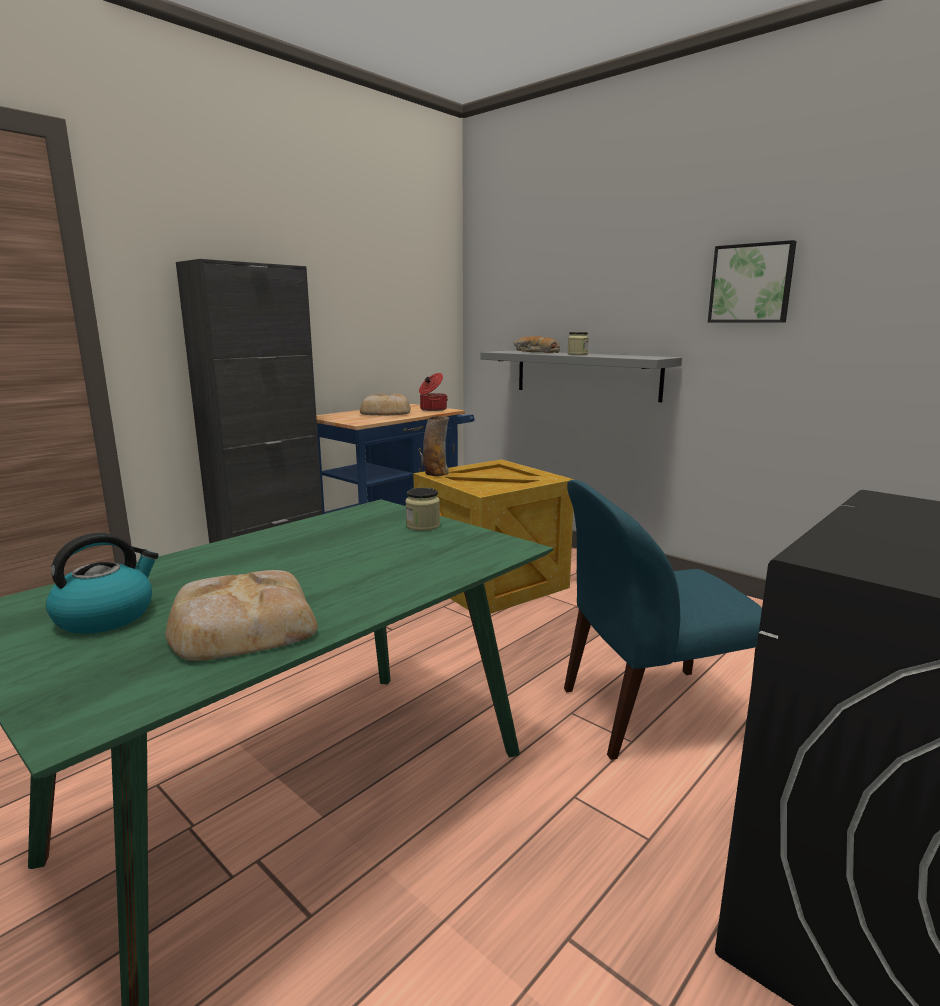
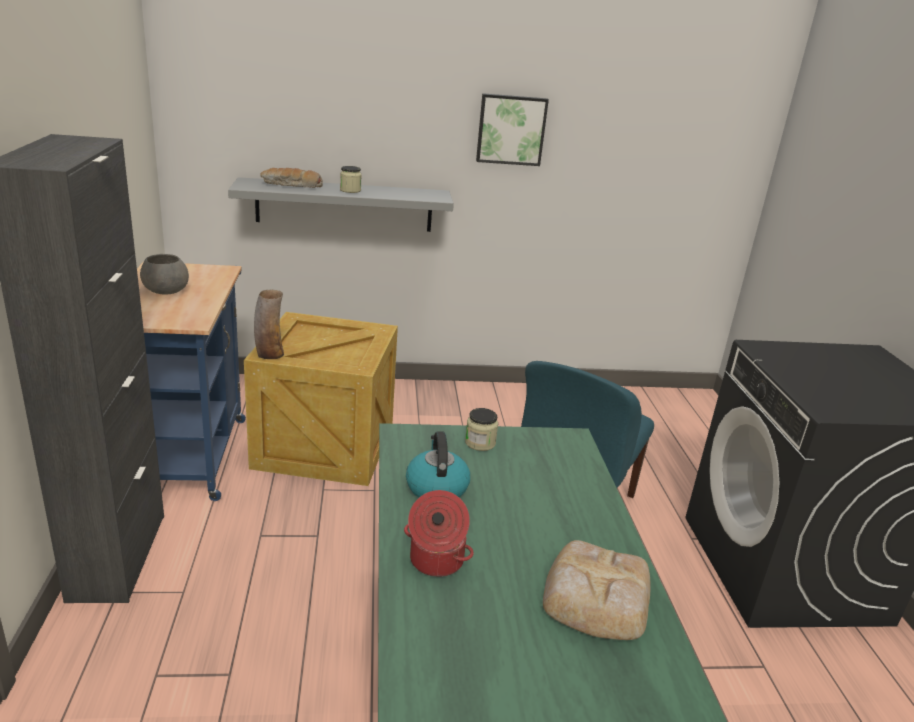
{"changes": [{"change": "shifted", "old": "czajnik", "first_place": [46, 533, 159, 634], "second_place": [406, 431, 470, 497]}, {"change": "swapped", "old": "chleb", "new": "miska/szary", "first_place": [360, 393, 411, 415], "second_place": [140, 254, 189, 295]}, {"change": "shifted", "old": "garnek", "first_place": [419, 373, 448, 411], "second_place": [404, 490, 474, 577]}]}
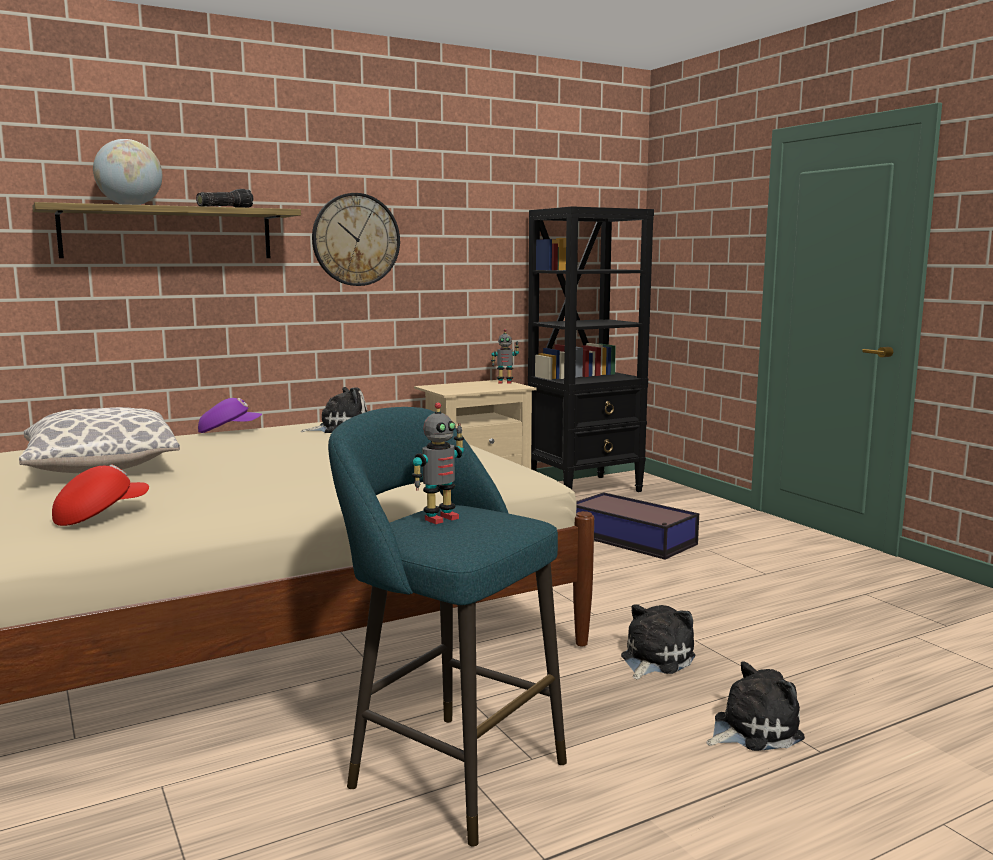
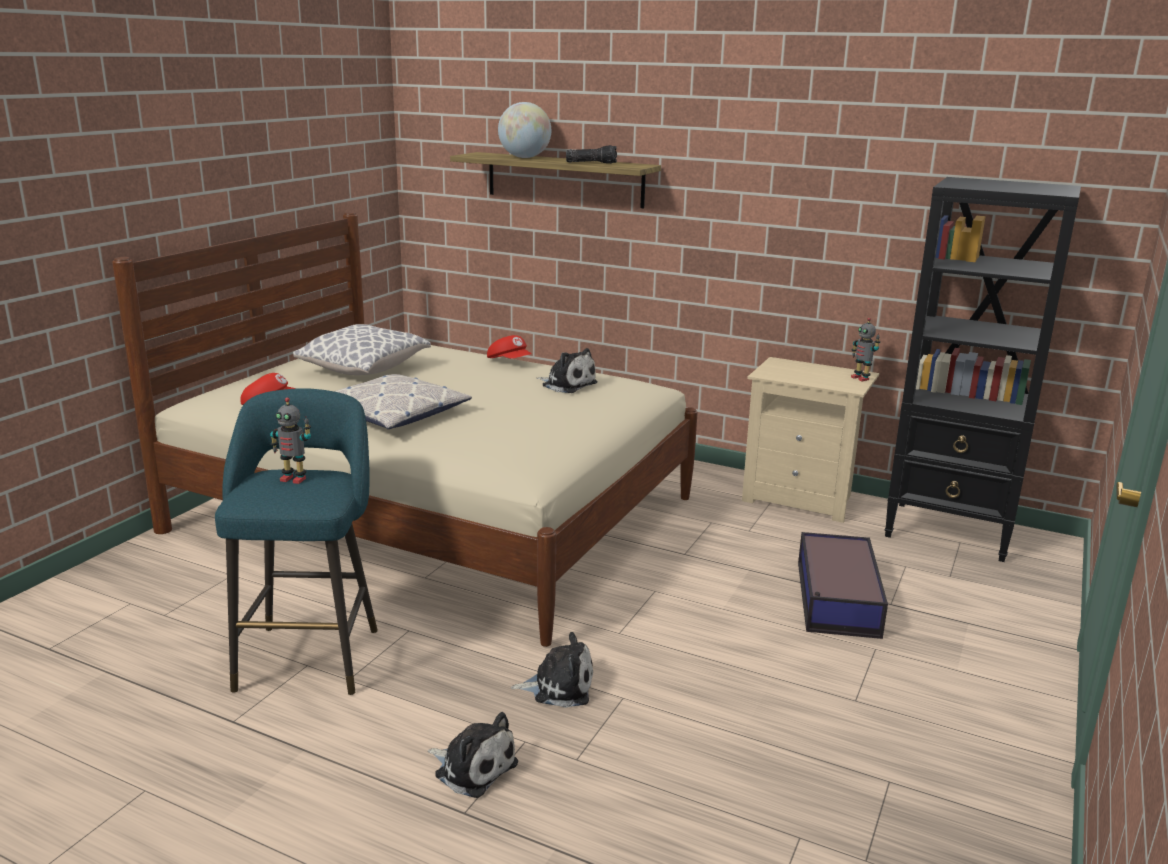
{"changes": [{"change": "repainted", "old": "czapka z daszkiem/fioletowy", "new": "czapka z daszkiem/czerwony", "first_place": [198, 398, 262, 433], "second_place": [487, 335, 532, 359]}, {"change": "gone", "old": "zegar ścienny", "first_place": [312, 193, 400, 286]}, {"change": "new", "new": "poduszka", "second_place": [334, 374, 472, 429]}]}
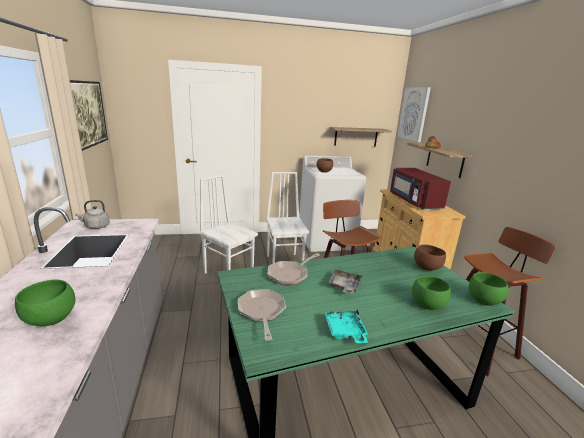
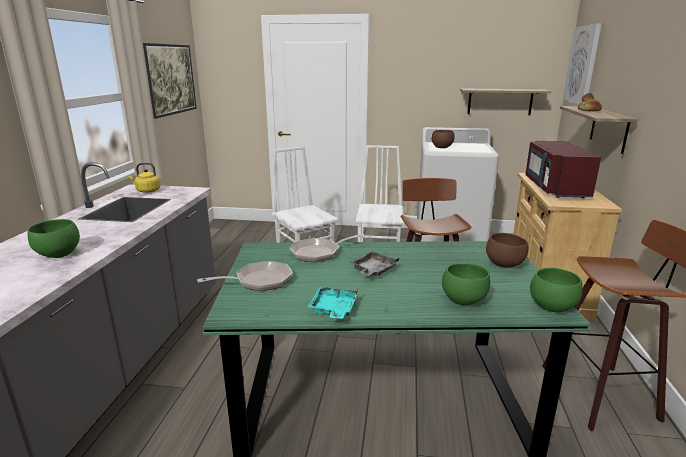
{"changes": [{"change": "repainted", "old": "czajnik/szary", "new": "czajnik/żółty", "first_place": [75, 200, 110, 229], "second_place": [128, 163, 161, 193]}, {"change": "rotated", "old": "patelnia", "first_place": [238, 289, 286, 341], "second_place": [197, 261, 293, 291], "degrees": 60}]}
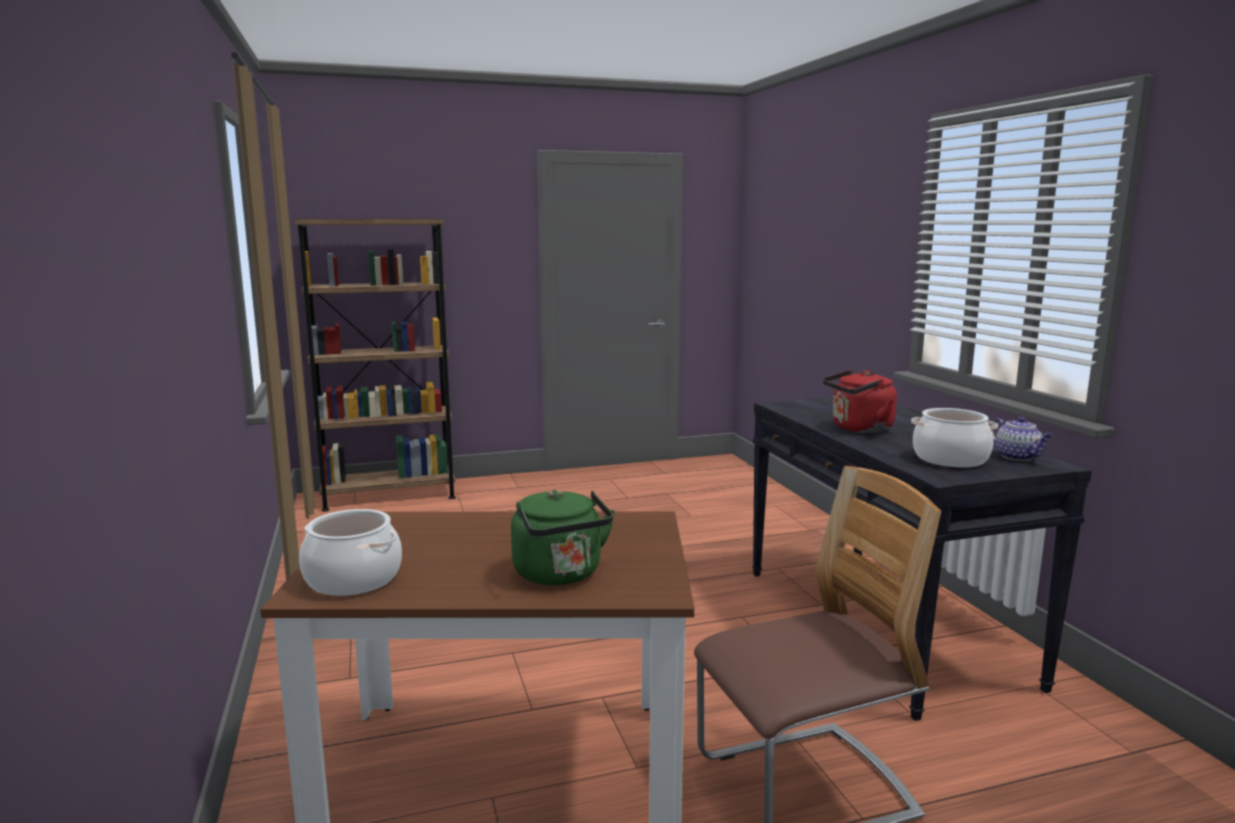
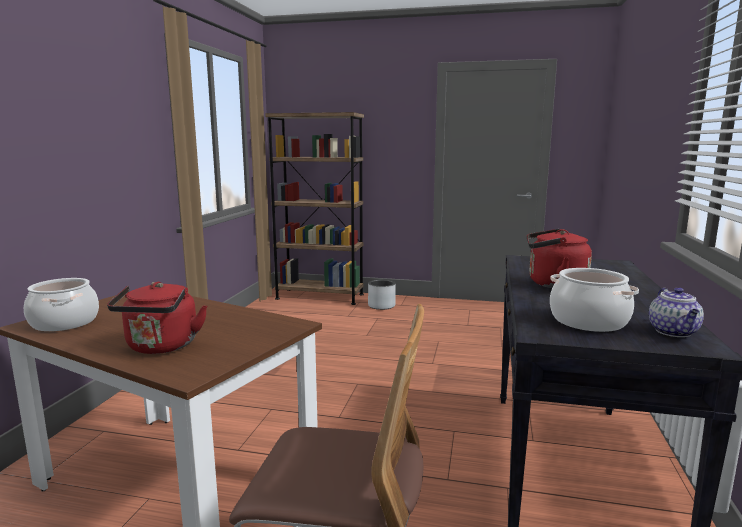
{"changes": [{"change": "repainted", "old": "czajnik/zielony", "new": "czajnik/czerwony", "first_place": [511, 490, 615, 586], "second_place": [107, 282, 207, 354]}, {"change": "new", "new": "donica/szary", "second_place": [368, 279, 395, 310]}]}
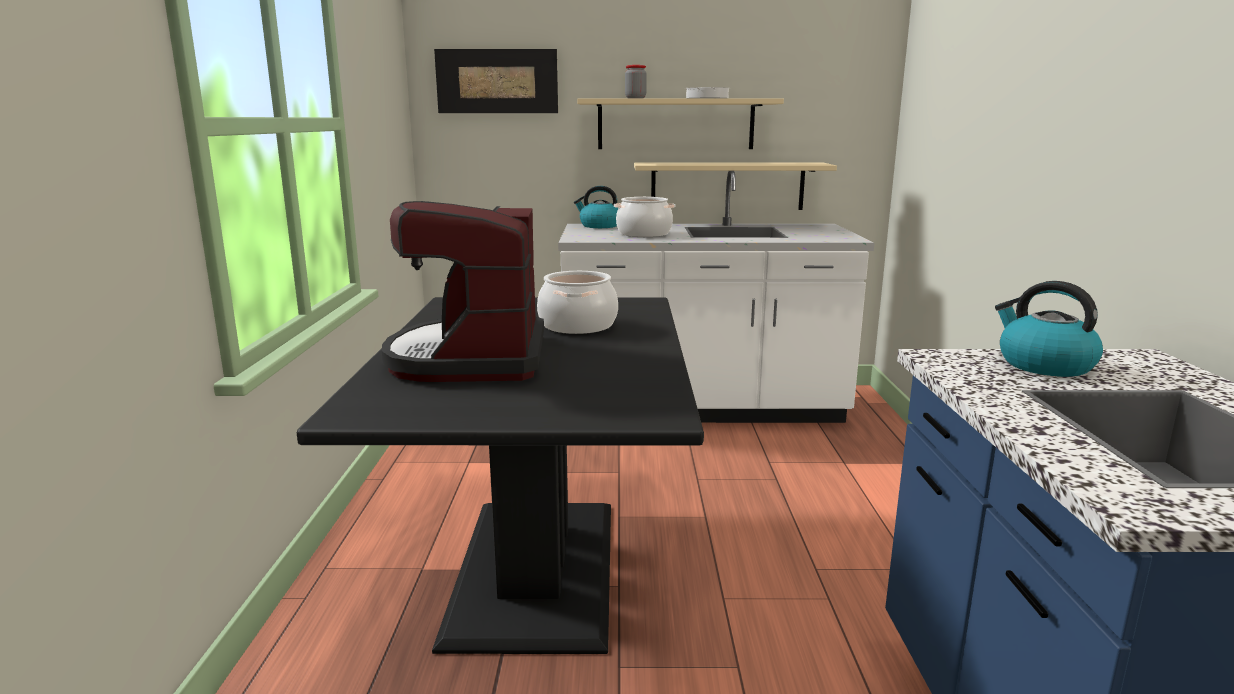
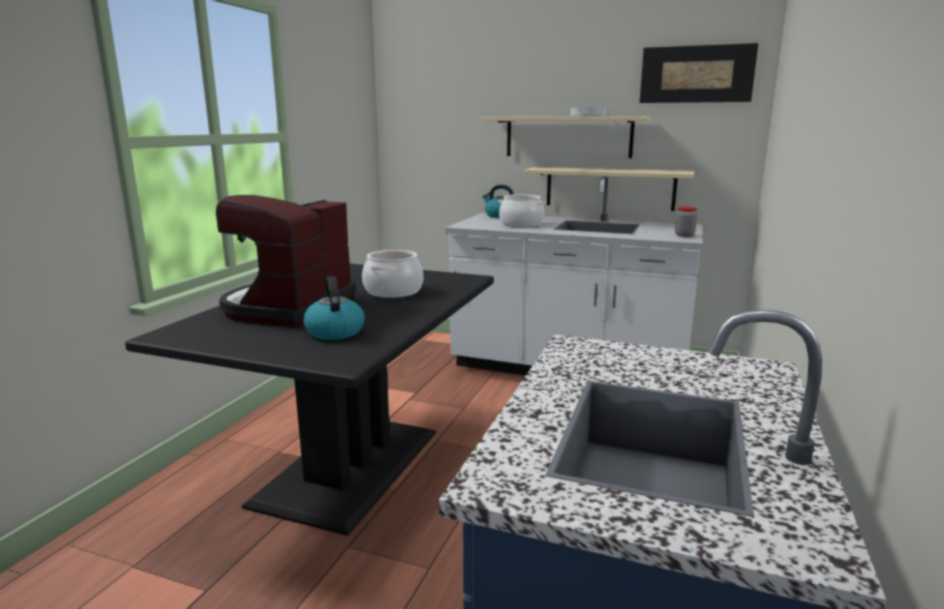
{"changes": [{"change": "shifted", "old": "obraz", "first_place": [434, 49, 558, 113], "second_place": [640, 43, 759, 103]}, {"change": "shifted", "old": "słoik", "first_place": [625, 65, 647, 98], "second_place": [675, 207, 697, 237]}, {"change": "shifted", "old": "czajnik", "first_place": [995, 281, 1103, 377], "second_place": [303, 276, 364, 340]}]}
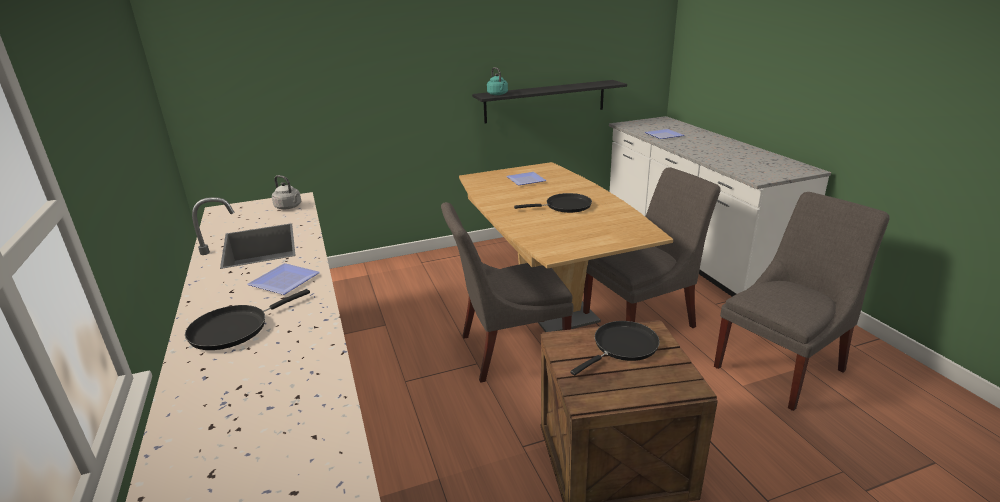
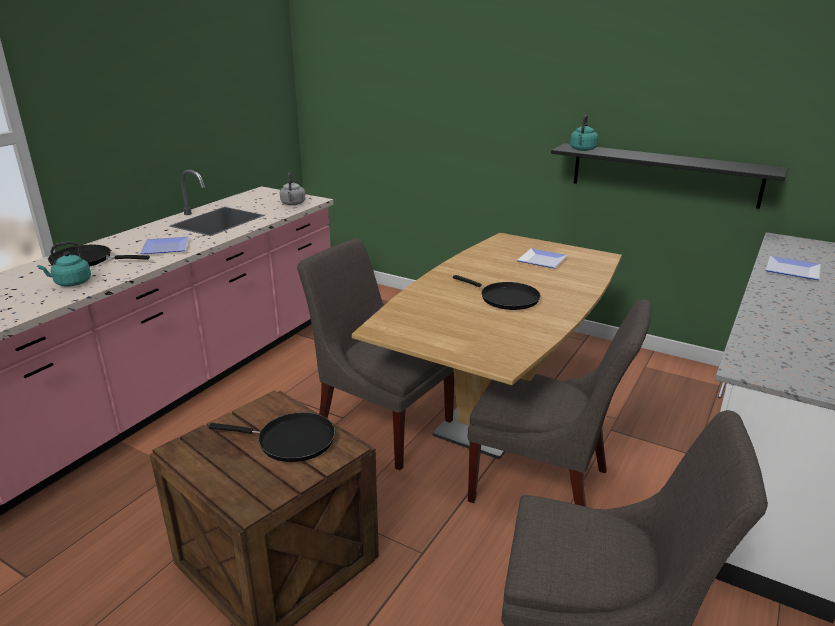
{"changes": [{"change": "new", "new": "czajnik/turkusowy", "second_place": [38, 241, 91, 287]}]}
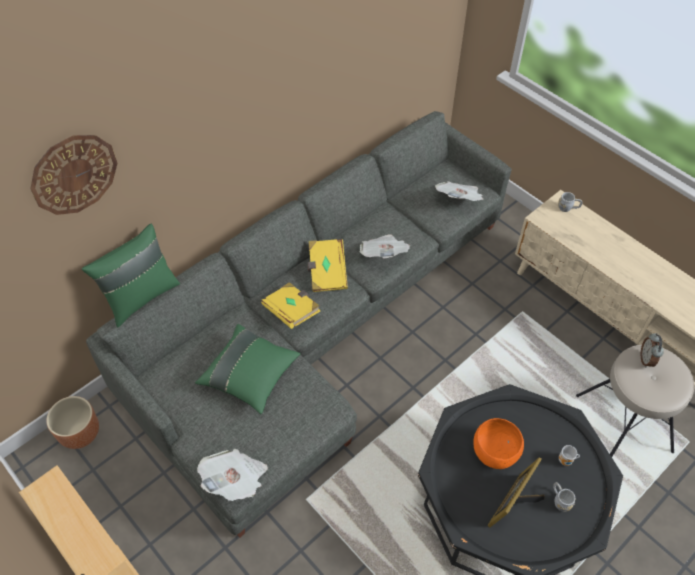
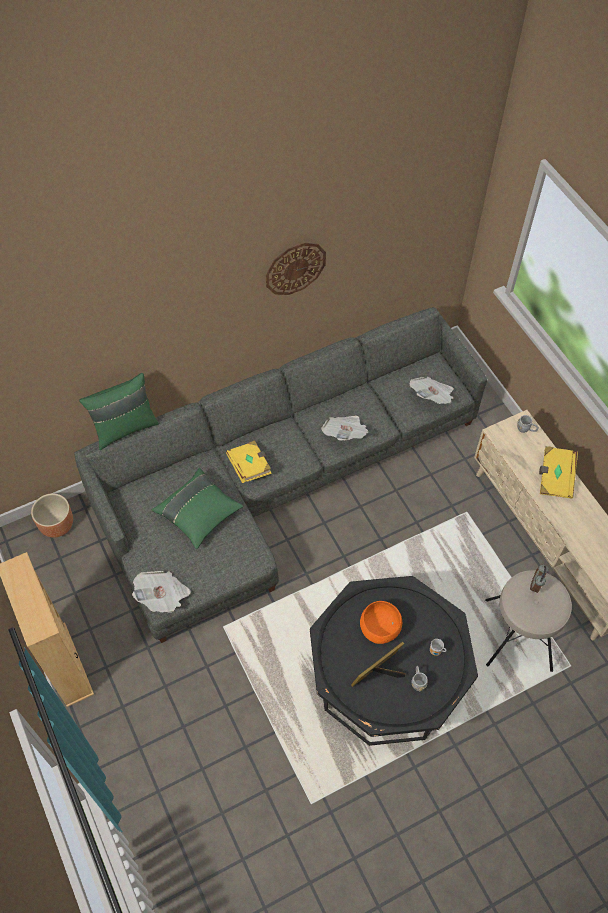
{"changes": [{"change": "shifted", "old": "zegar ścienny", "first_place": [30, 135, 117, 215], "second_place": [266, 243, 326, 295]}, {"change": "shifted", "old": "książka/żółty", "first_place": [308, 239, 348, 292], "second_place": [539, 446, 578, 499]}]}
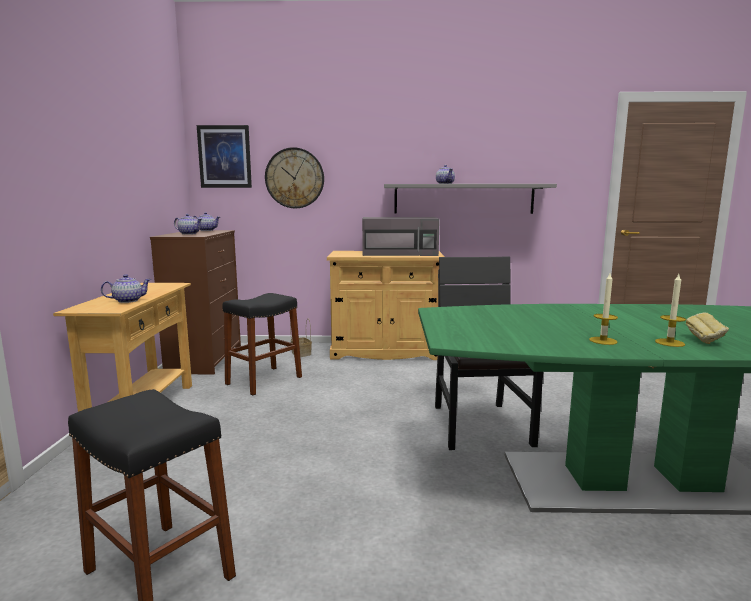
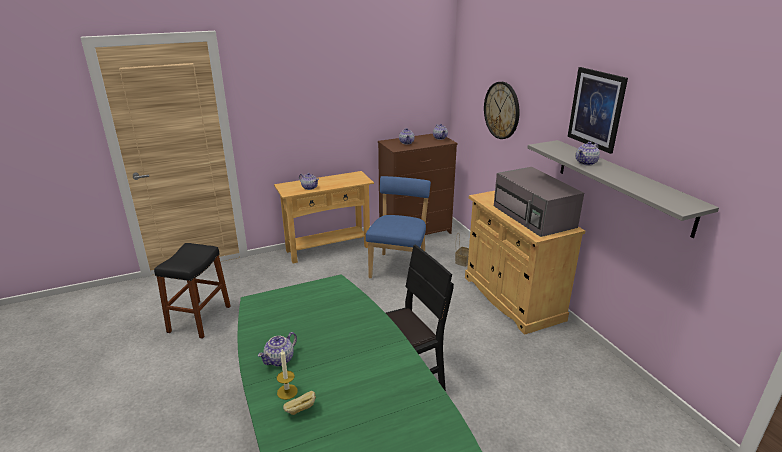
{"changes": [{"change": "shifted", "old": "obraz", "first_place": [197, 125, 252, 188], "second_place": [567, 67, 628, 154]}, {"change": "swapped", "old": "stołek/czarny", "new": "krzesło/niebieski", "first_place": [222, 293, 302, 395], "second_place": [366, 176, 431, 278]}, {"change": "swapped", "old": "świeca", "new": "imbryk", "first_place": [589, 273, 618, 345], "second_place": [258, 332, 297, 366]}]}
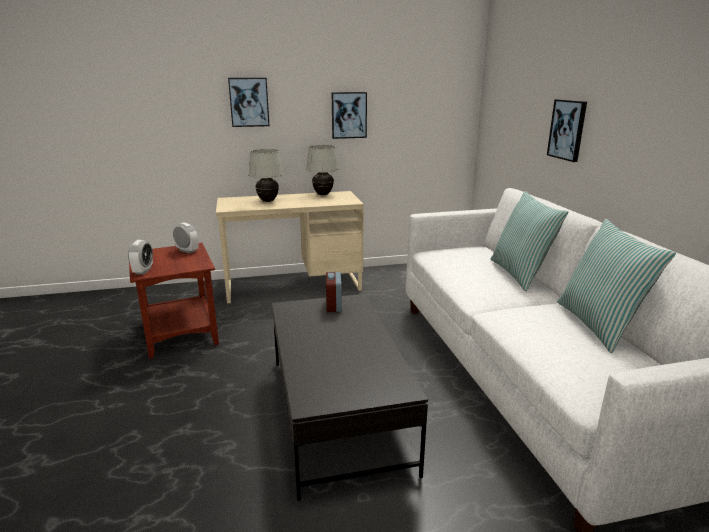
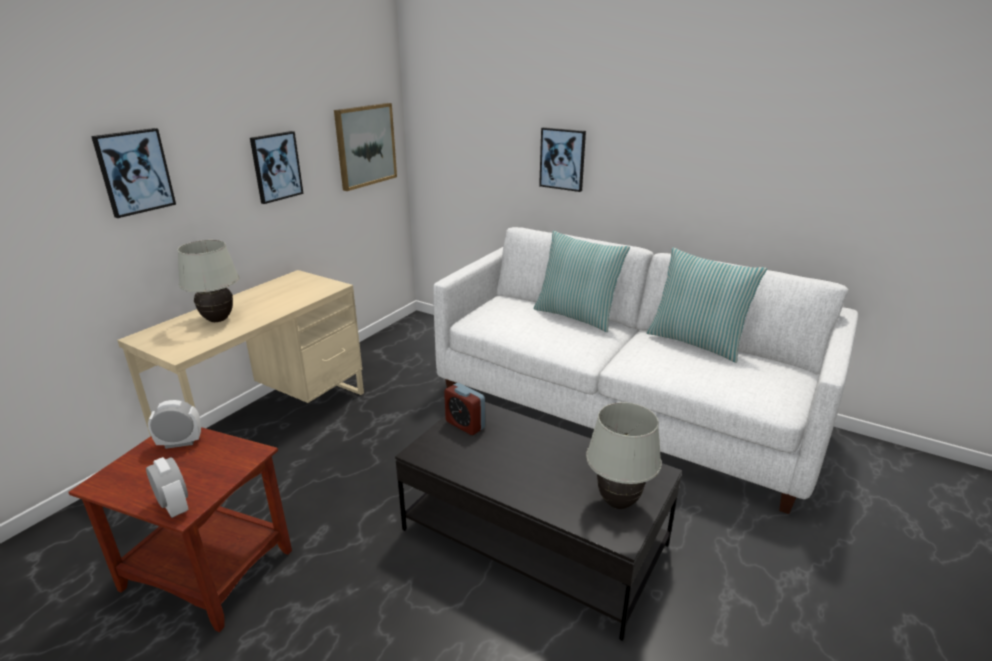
{"changes": [{"change": "shifted", "old": "lampa stołowa/biały", "first_place": [306, 145, 339, 195], "second_place": [586, 402, 662, 509]}, {"change": "new", "new": "obraz", "second_place": [334, 103, 397, 191]}]}
